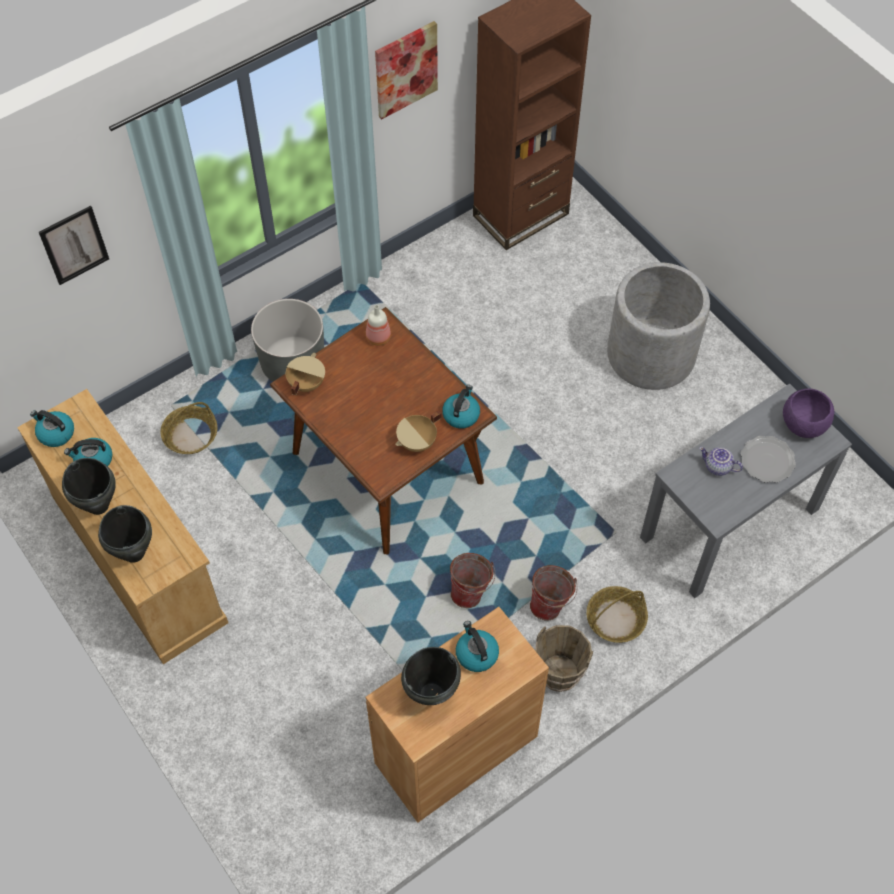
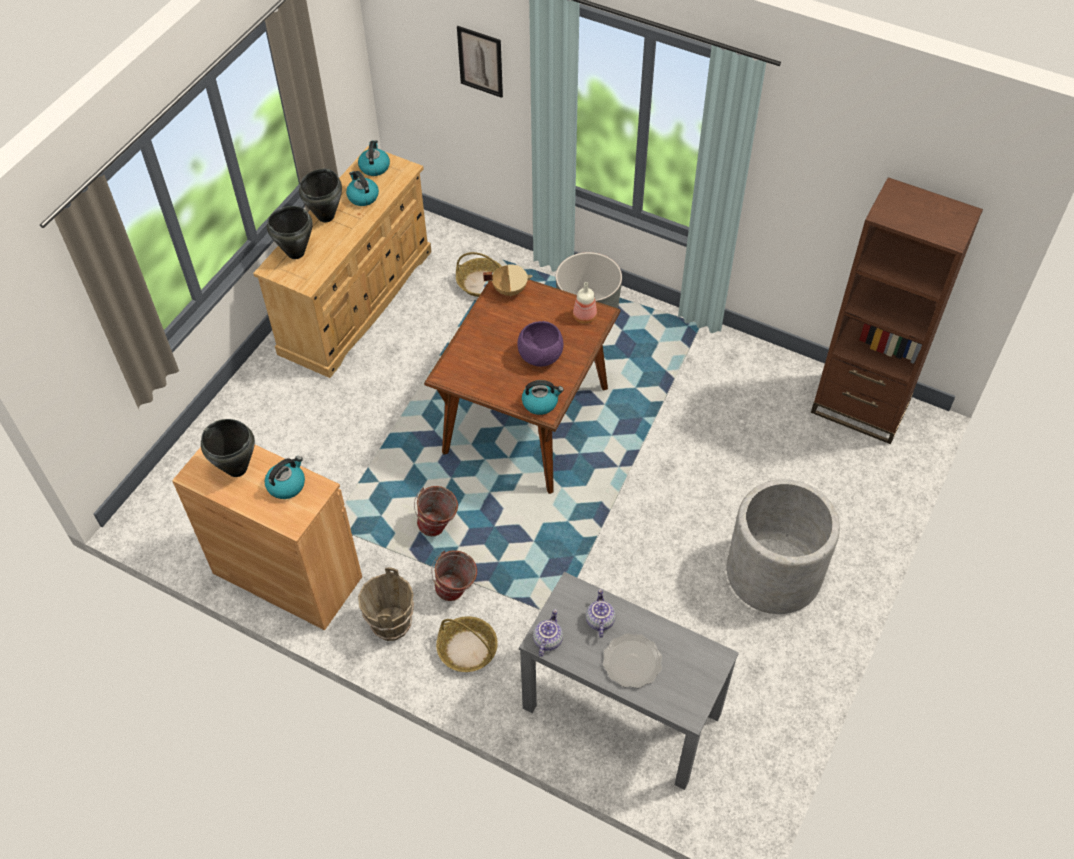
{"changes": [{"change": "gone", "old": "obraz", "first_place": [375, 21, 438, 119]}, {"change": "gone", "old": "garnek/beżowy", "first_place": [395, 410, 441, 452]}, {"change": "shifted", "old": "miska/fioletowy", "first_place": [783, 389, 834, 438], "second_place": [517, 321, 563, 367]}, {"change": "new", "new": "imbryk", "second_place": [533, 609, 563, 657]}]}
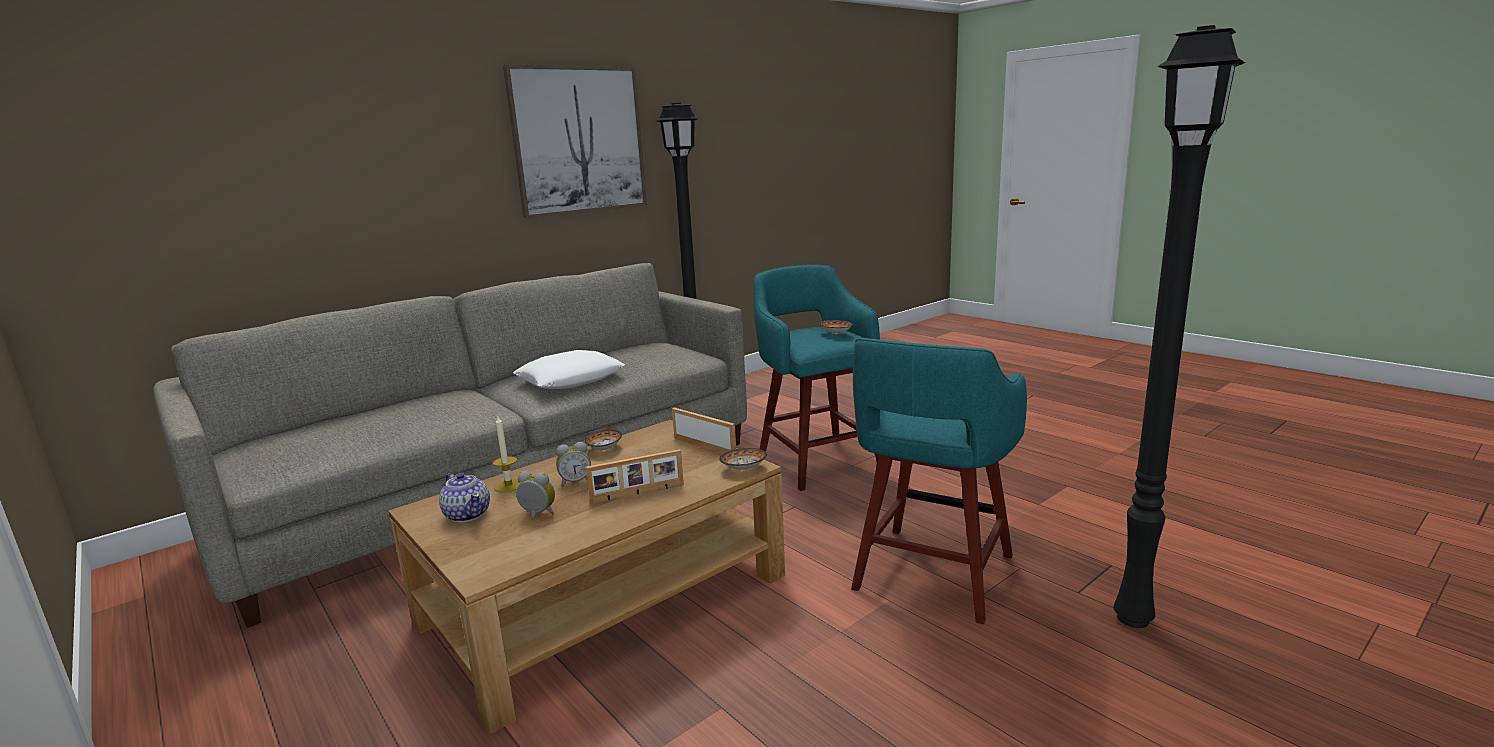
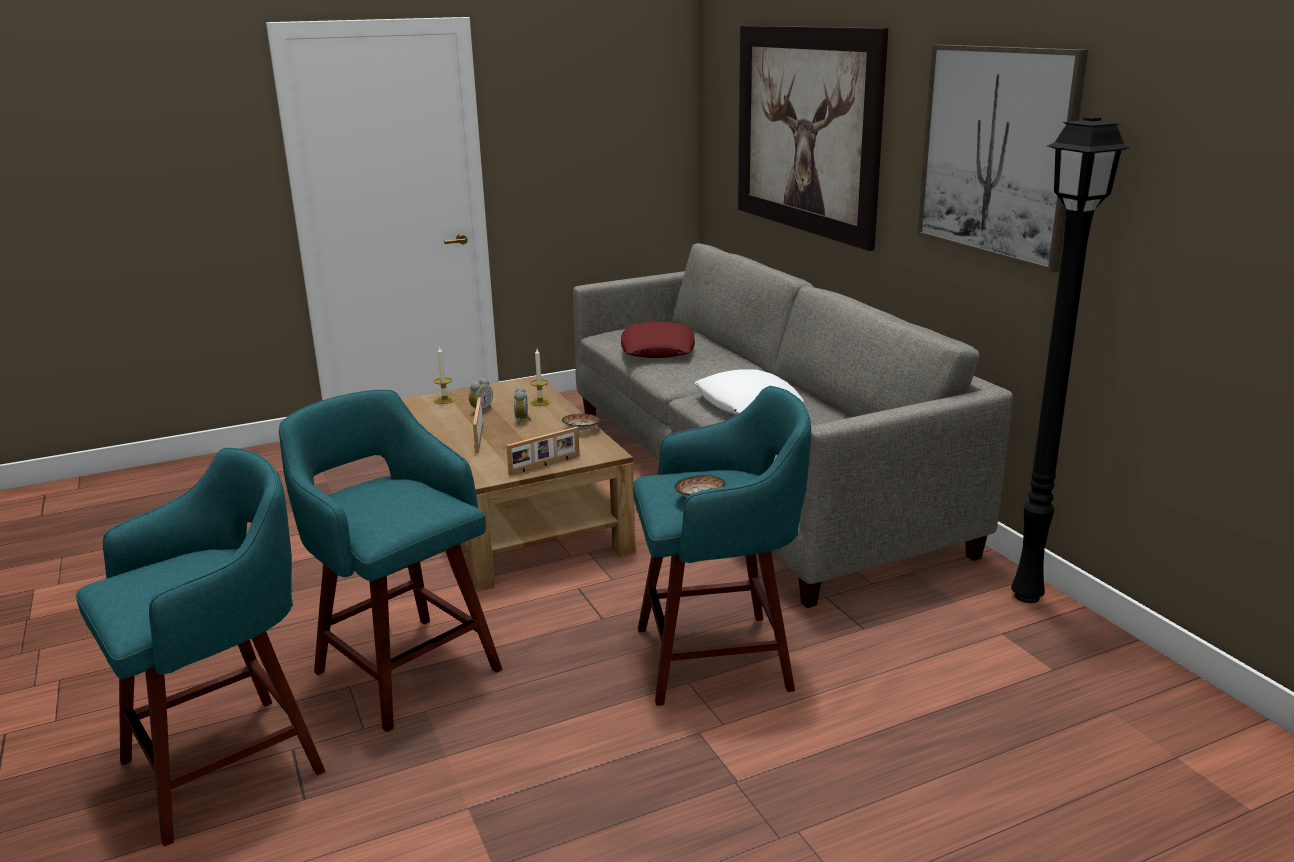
{"changes": [{"change": "gone", "old": "imbryk", "first_place": [439, 473, 490, 522]}, {"change": "gone", "old": "miska", "first_place": [719, 448, 767, 470]}, {"change": "swapped", "old": "lampa stojąca/czarny", "new": "stołek/turkusowy", "first_place": [1113, 25, 1245, 628], "second_place": [76, 448, 326, 847]}, {"change": "new", "new": "świeca", "second_place": [434, 346, 456, 404]}, {"change": "new", "new": "poduszka/czerwony", "second_place": [621, 322, 695, 358]}, {"change": "new", "new": "obraz", "second_place": [738, 26, 888, 251]}]}
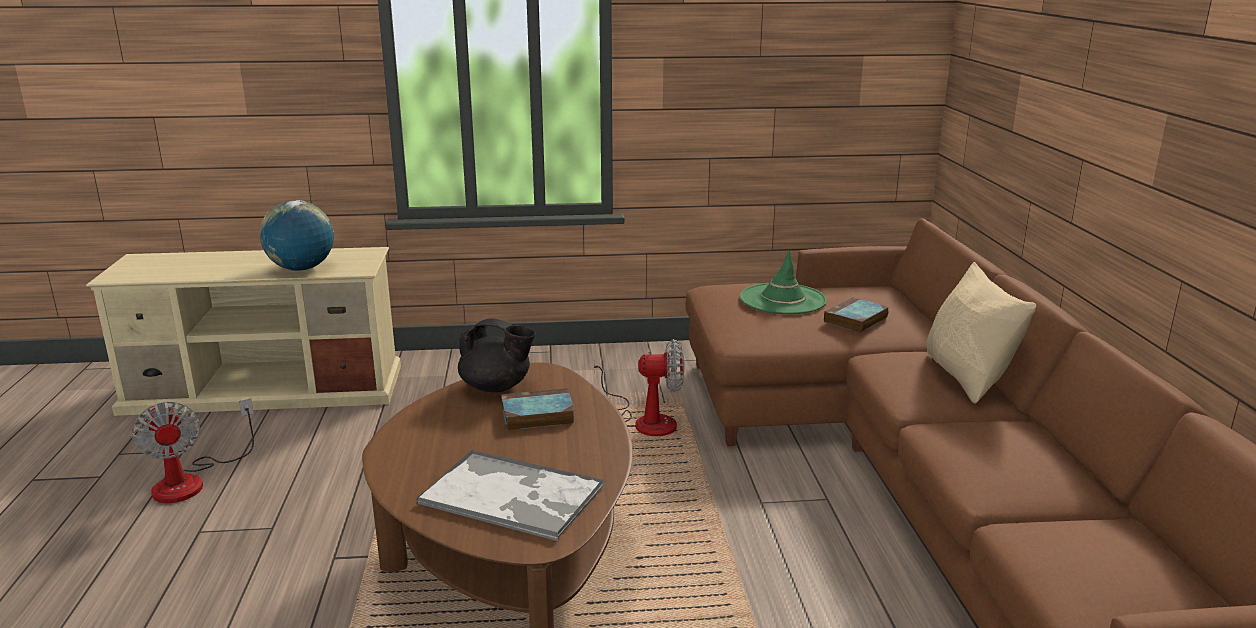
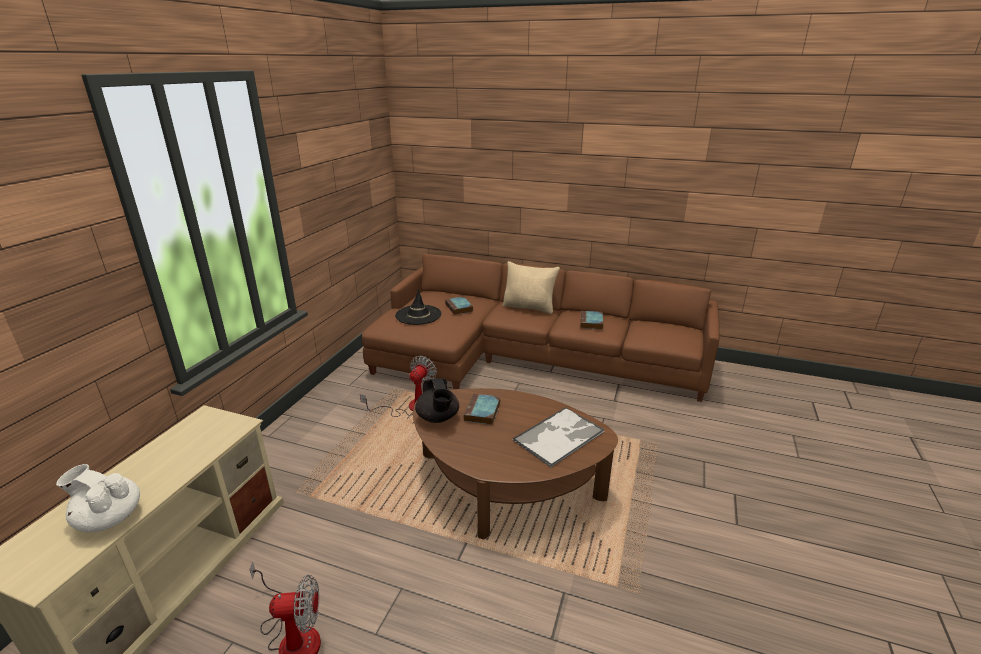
{"changes": [{"change": "gone", "old": "globus", "first_place": [260, 200, 334, 271]}, {"change": "rotated", "old": "imbryk/czarny", "first_place": [458, 319, 536, 393], "second_place": [415, 378, 459, 423], "degrees": 120}, {"change": "repainted", "old": "kapelusz/zielony", "new": "kapelusz/czarny", "first_place": [740, 250, 827, 314], "second_place": [395, 289, 441, 325]}, {"change": "new", "new": "imbryk/biały", "second_place": [56, 464, 140, 532]}, {"change": "new", "new": "książka", "second_place": [581, 311, 603, 330]}]}
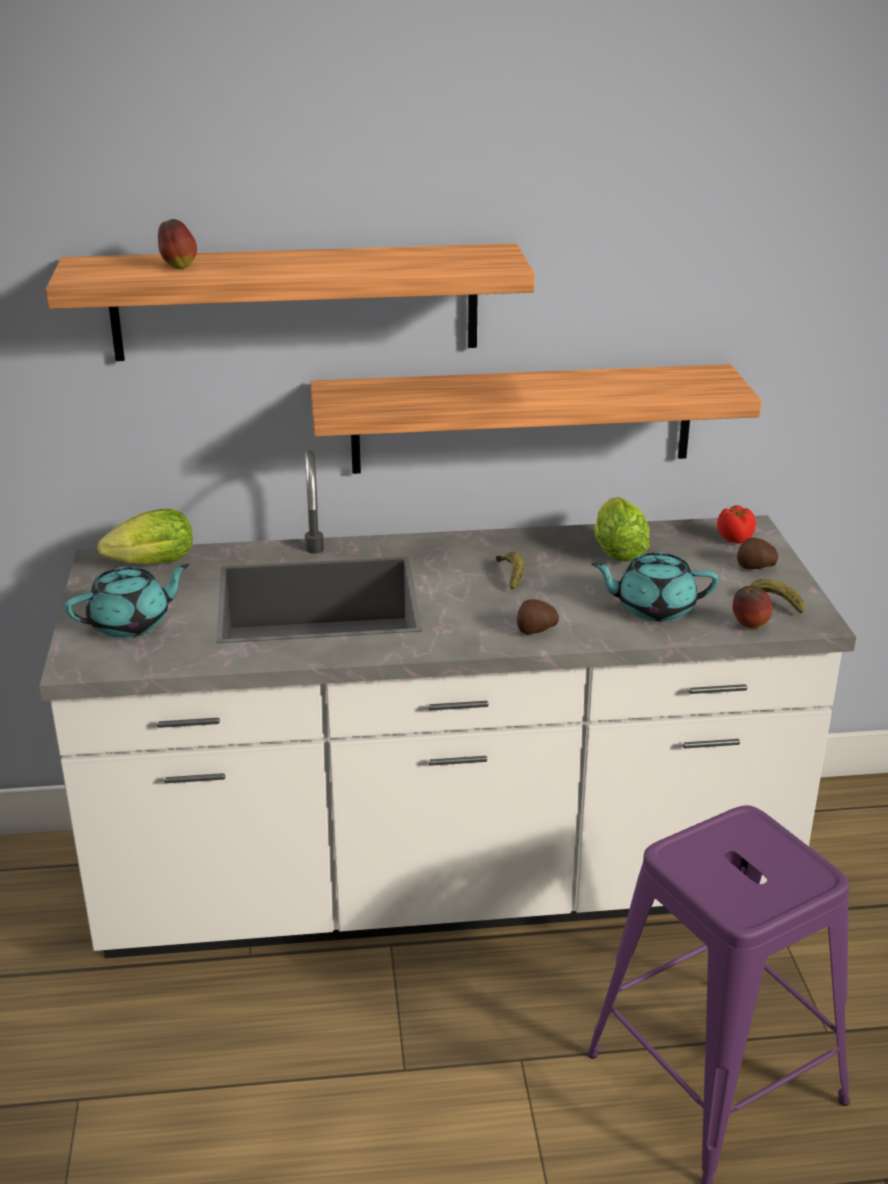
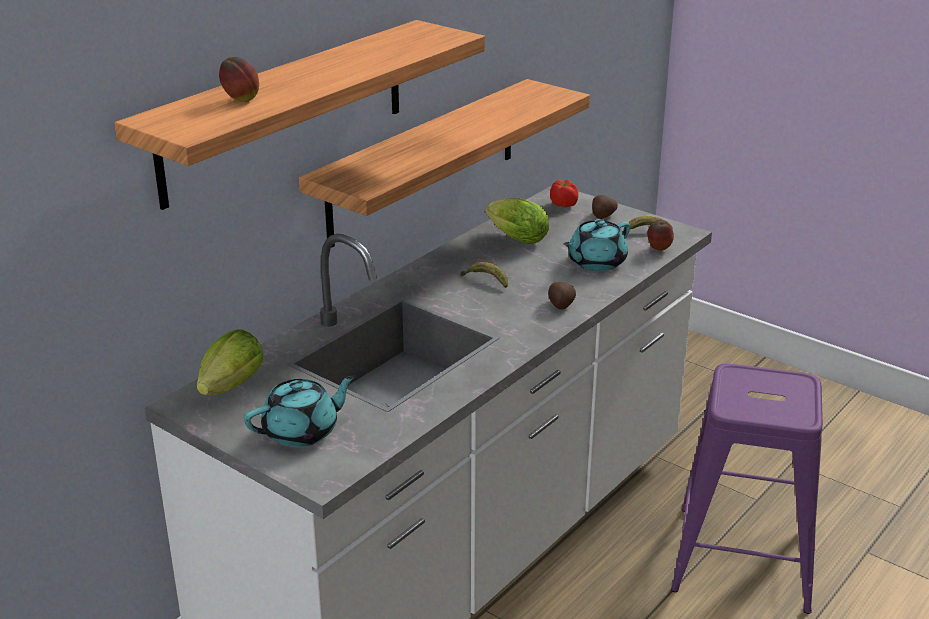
{"changes": [{"change": "rotated", "old": "imbryk/turkusowy", "first_place": [65, 564, 189, 638], "second_place": [244, 375, 356, 447], "degrees": 45}]}
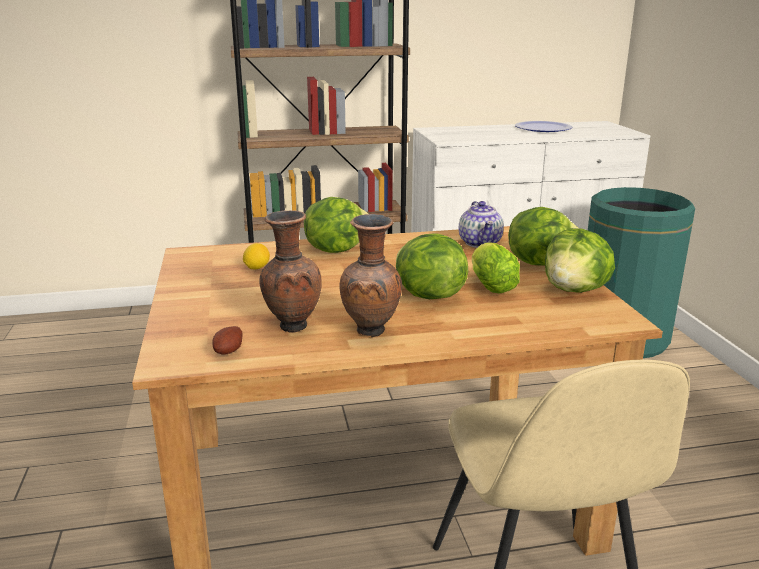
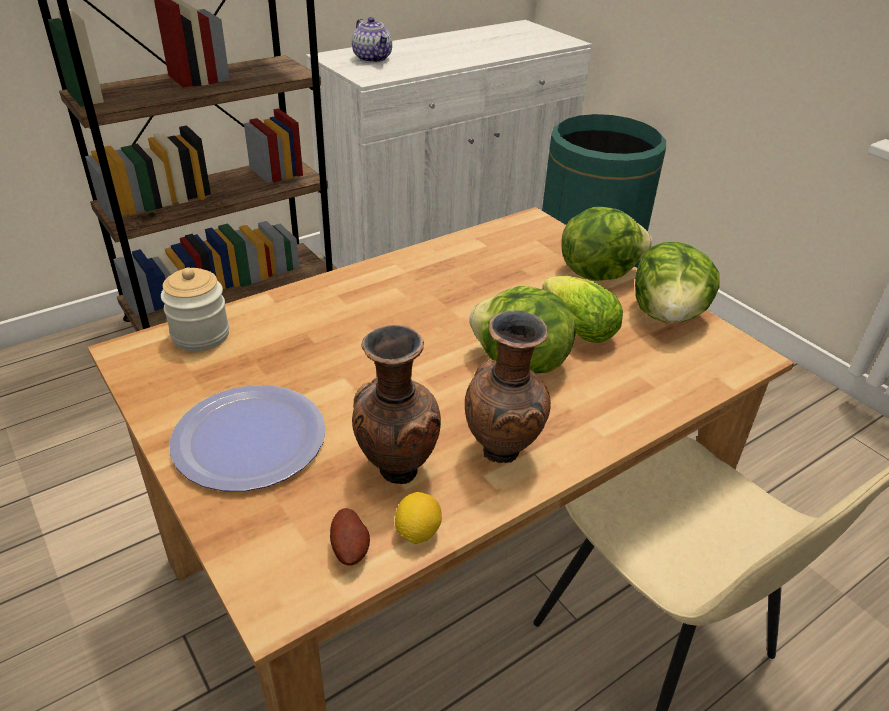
{"changes": [{"change": "shifted", "old": "cytryna", "first_place": [243, 243, 270, 269], "second_place": [395, 492, 442, 544]}, {"change": "gone", "old": "sałata", "first_place": [304, 197, 368, 253]}, {"change": "shifted", "old": "imbryk", "first_place": [459, 201, 504, 248], "second_place": [352, 17, 392, 63]}, {"change": "shifted", "old": "talerz", "first_place": [515, 121, 572, 132], "second_place": [170, 385, 326, 491]}, {"change": "new", "new": "słoik", "second_place": [161, 268, 229, 351]}]}
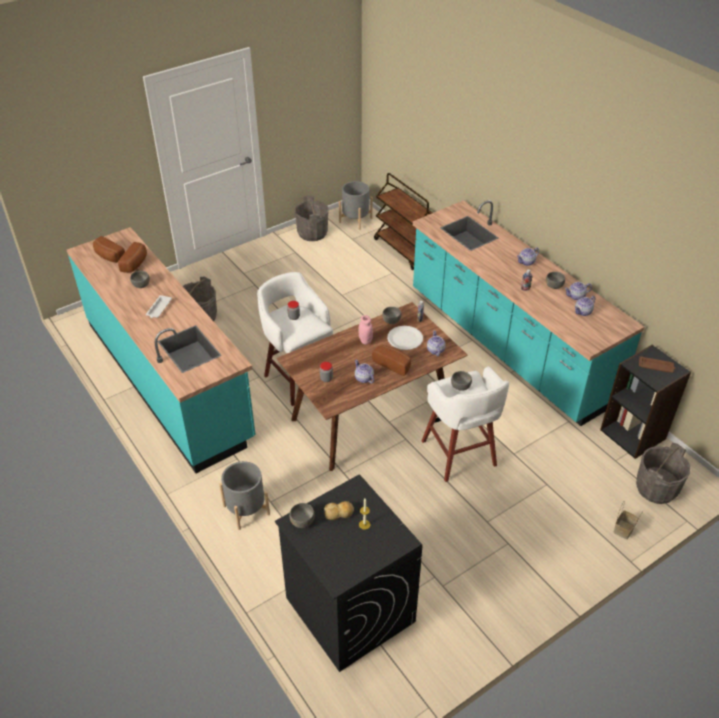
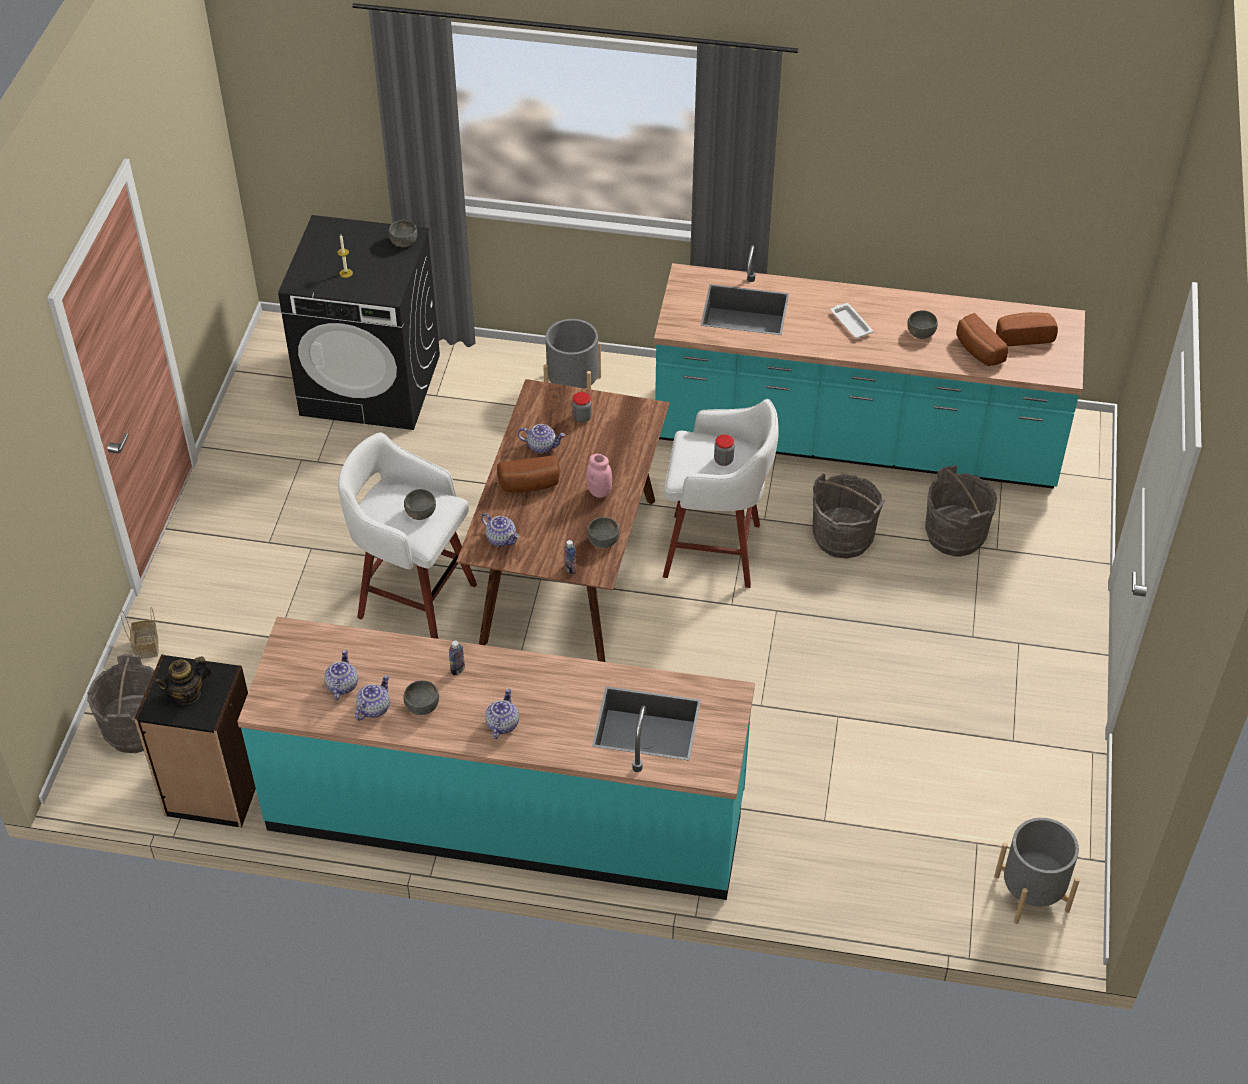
{"changes": [{"change": "shifted", "old": "wiadro/szary", "first_place": [294, 196, 329, 241], "second_place": [812, 474, 885, 559]}, {"change": "gone", "old": "chleb", "first_place": [324, 501, 354, 520]}, {"change": "gone", "old": "wózek/brązowy", "first_place": [374, 173, 432, 270]}, {"change": "gone", "old": "talerz/biały", "first_place": [387, 326, 423, 350]}, {"change": "swapped", "old": "taca/brązowy", "new": "imbryk", "first_place": [639, 356, 675, 373], "second_place": [153, 657, 212, 705]}]}
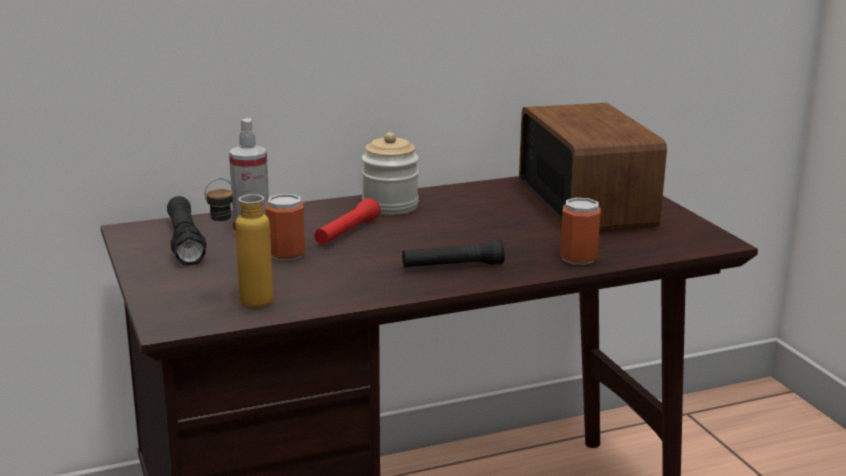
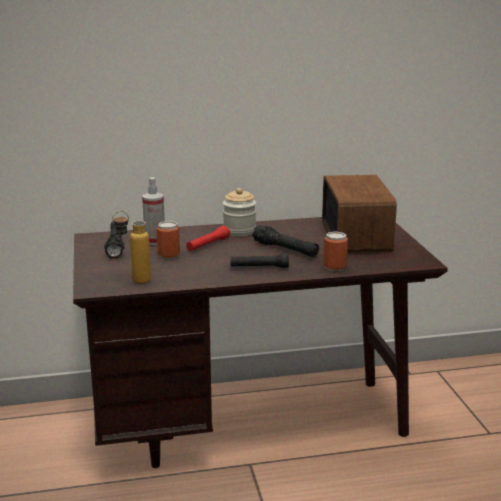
{"changes": [{"change": "new", "new": "latarka/czarny", "second_place": [252, 225, 319, 257]}]}
